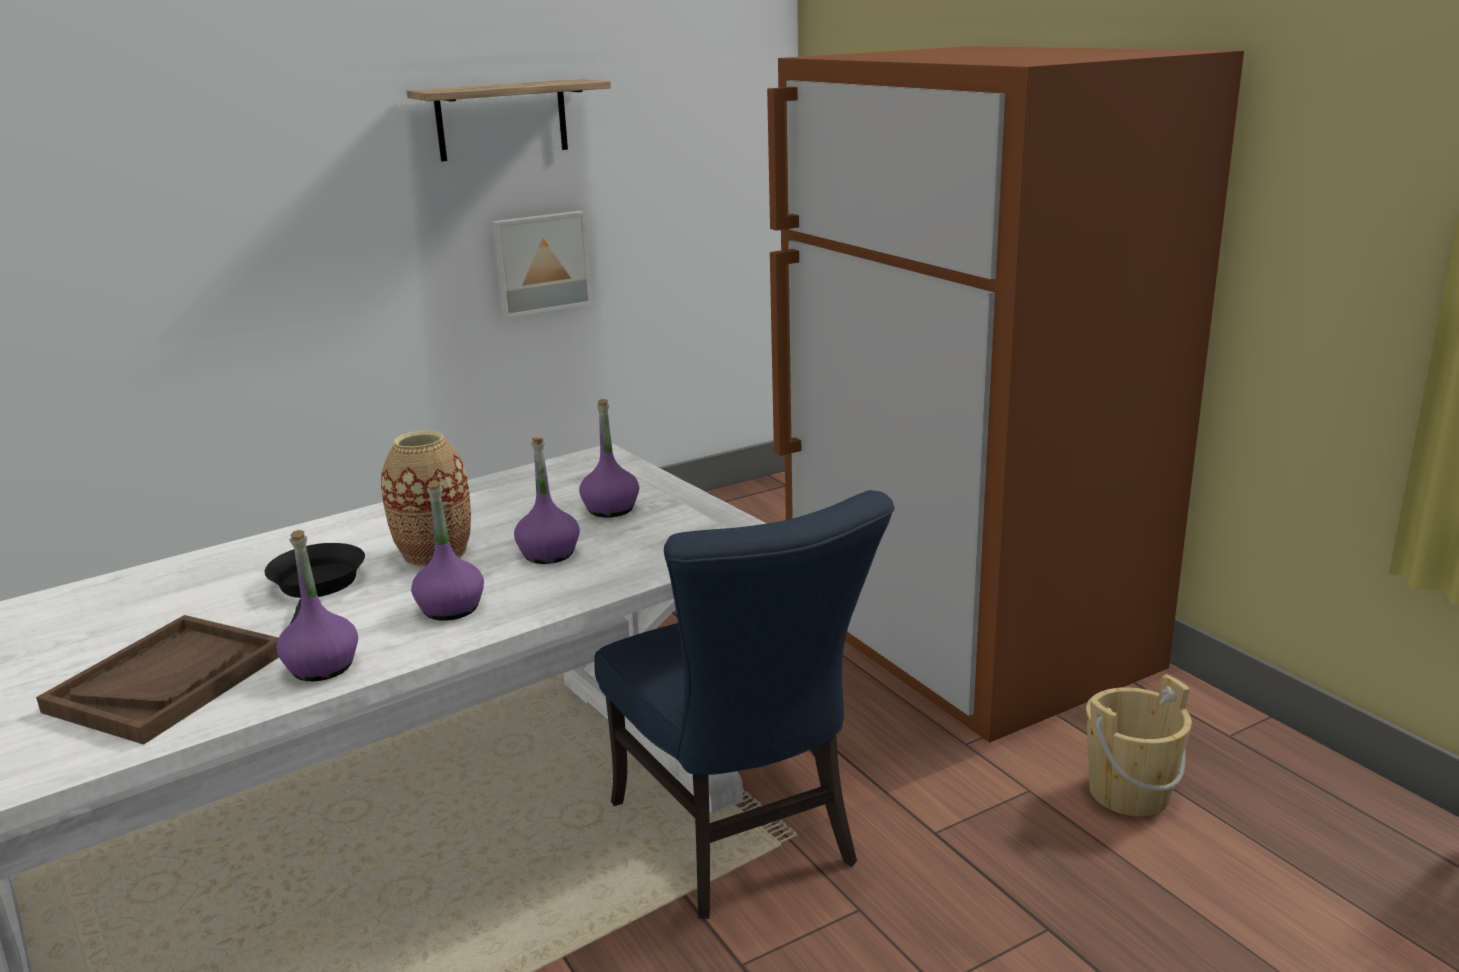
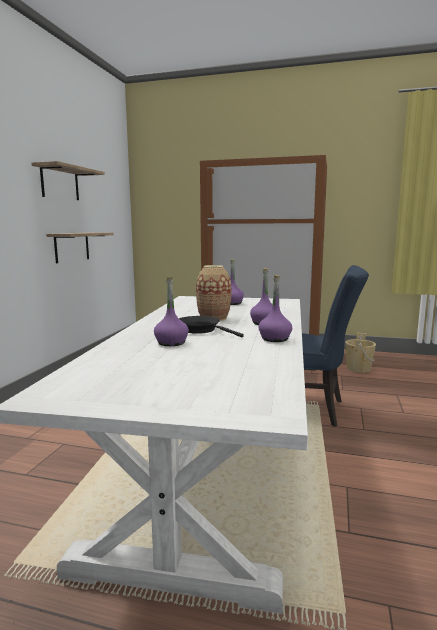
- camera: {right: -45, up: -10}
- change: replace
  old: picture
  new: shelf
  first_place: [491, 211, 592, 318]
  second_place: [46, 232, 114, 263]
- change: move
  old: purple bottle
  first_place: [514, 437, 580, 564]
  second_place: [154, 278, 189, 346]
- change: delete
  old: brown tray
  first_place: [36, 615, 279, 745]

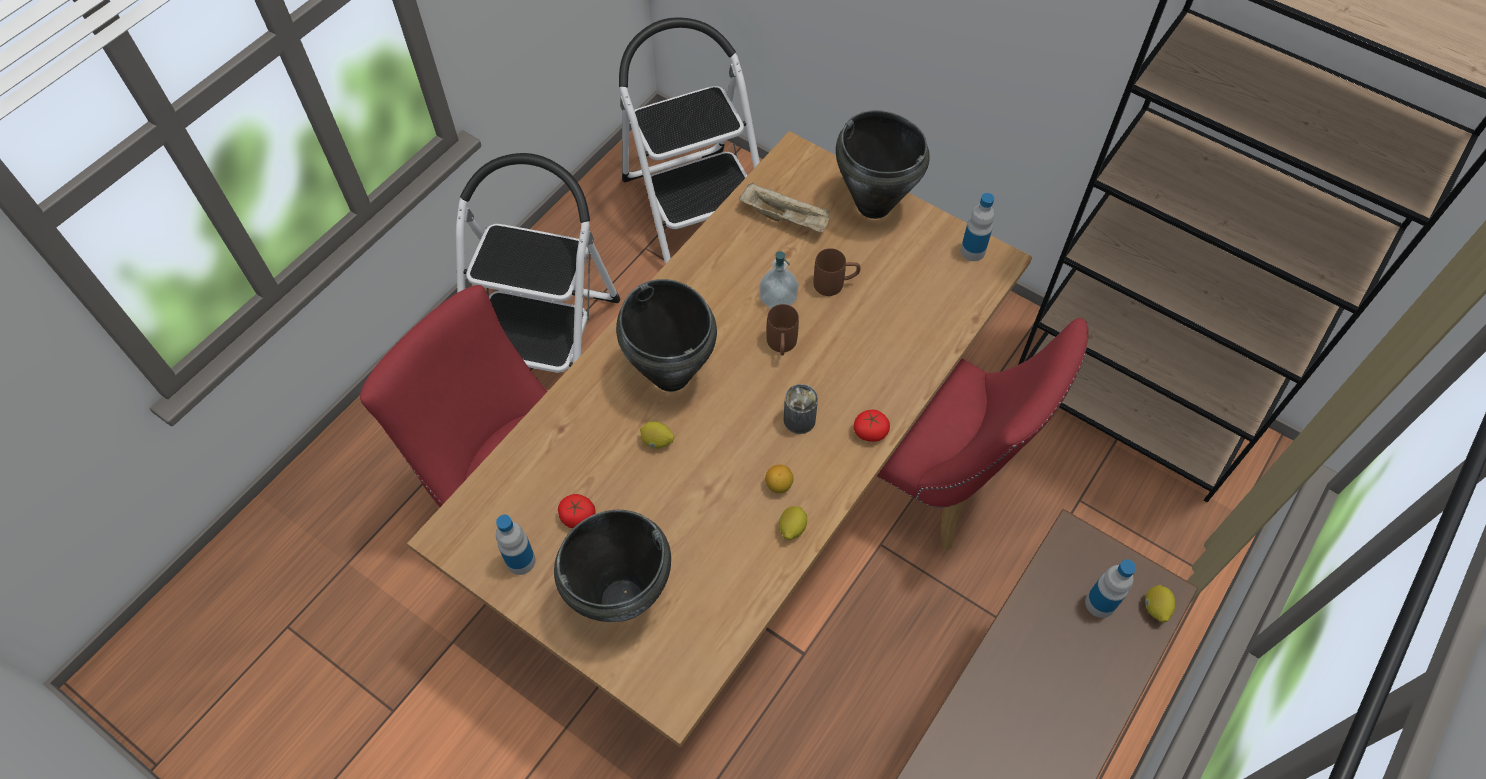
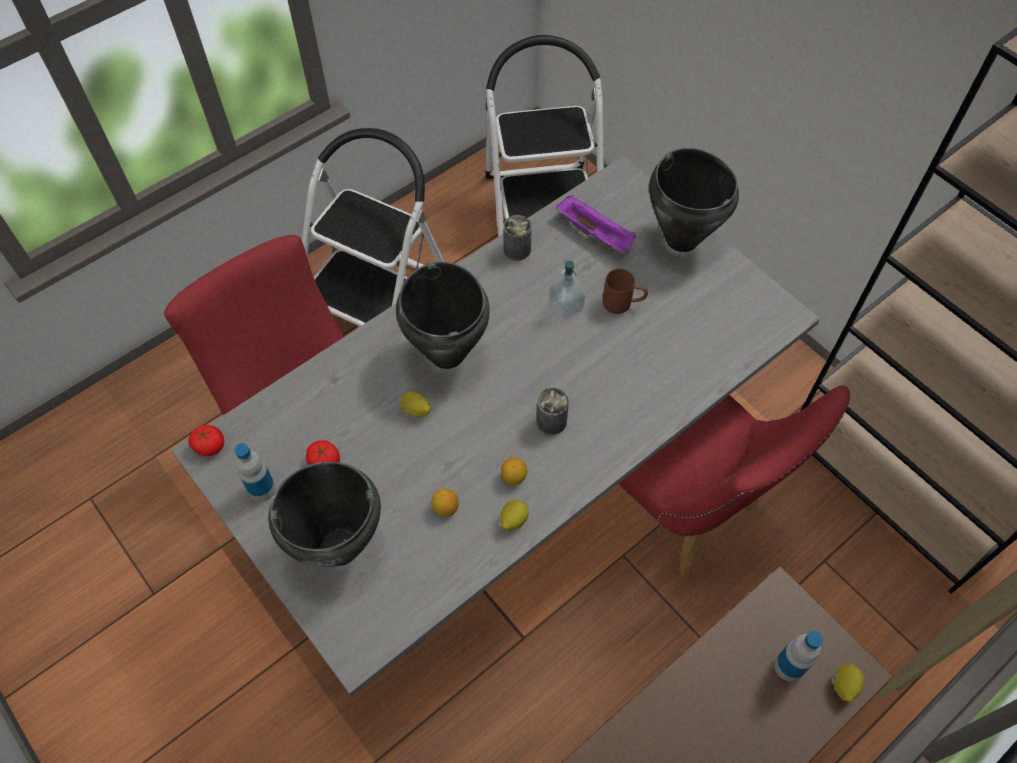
- camera: {right: 15, up: 0}
- change: recolor
  old: brown dining table
  new: grey dining table
  first_place: [407, 131, 1032, 747]
  second_place: [171, 156, 820, 696]
- change: move
  old: tomato
  first_place: [854, 410, 890, 442]
  second_place: [188, 425, 224, 456]
- change: insert
  new: lemon
  second_place: [431, 489, 459, 517]
- change: insert
  new: can
  second_place: [503, 215, 532, 261]
- change: recolor
  old: beige tray
  new: purple tray
  first_place: [739, 183, 830, 233]
  second_place: [556, 195, 636, 254]
- change: delete
  old: brown mug
  first_place: [766, 304, 799, 355]
- change: delete
  old: bottle
  first_place: [961, 193, 995, 261]

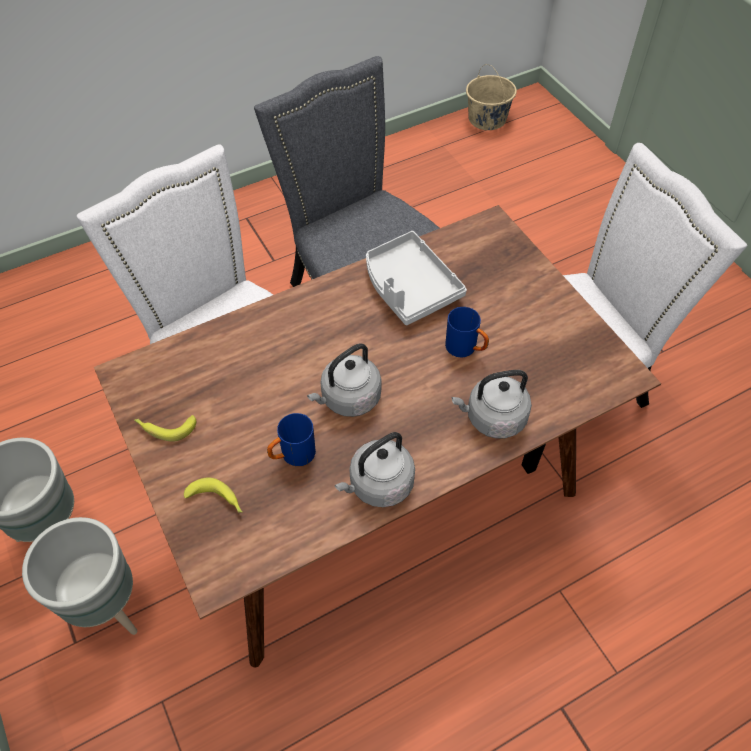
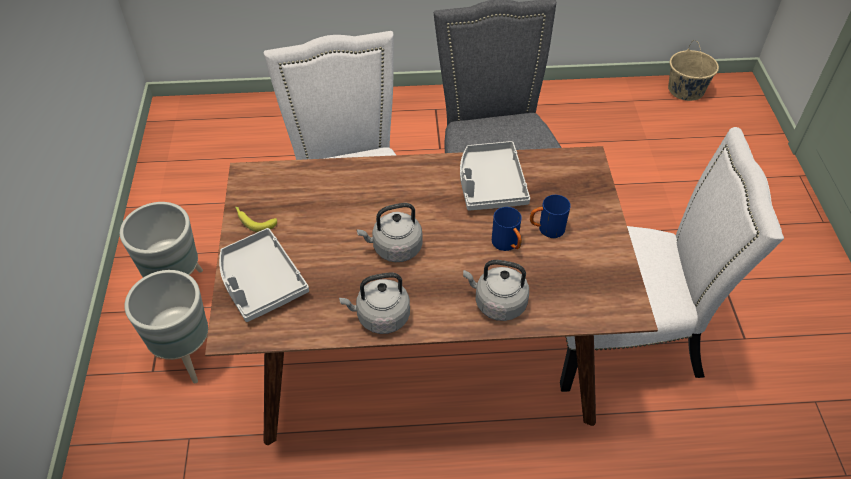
- camera: {right: 25, up: -5}
- change: replace
  old: banana
  new: grey tray
  first_place: [184, 477, 242, 513]
  second_place: [219, 228, 309, 322]
- change: move
  old: blue mug
  first_place: [267, 413, 316, 466]
  second_place: [530, 195, 571, 238]

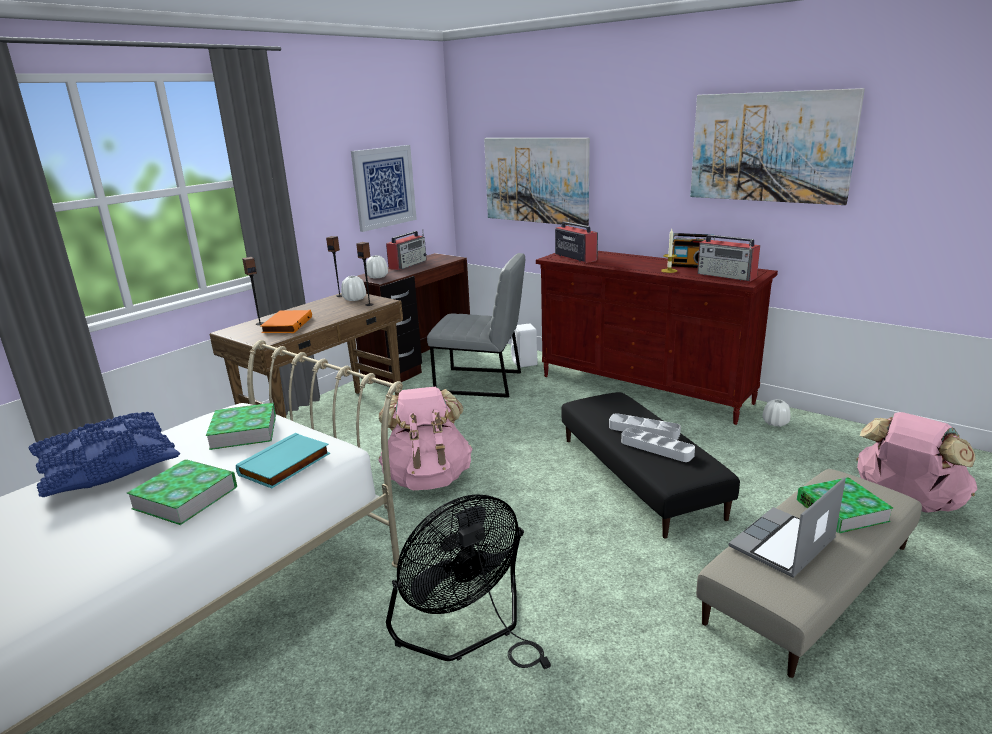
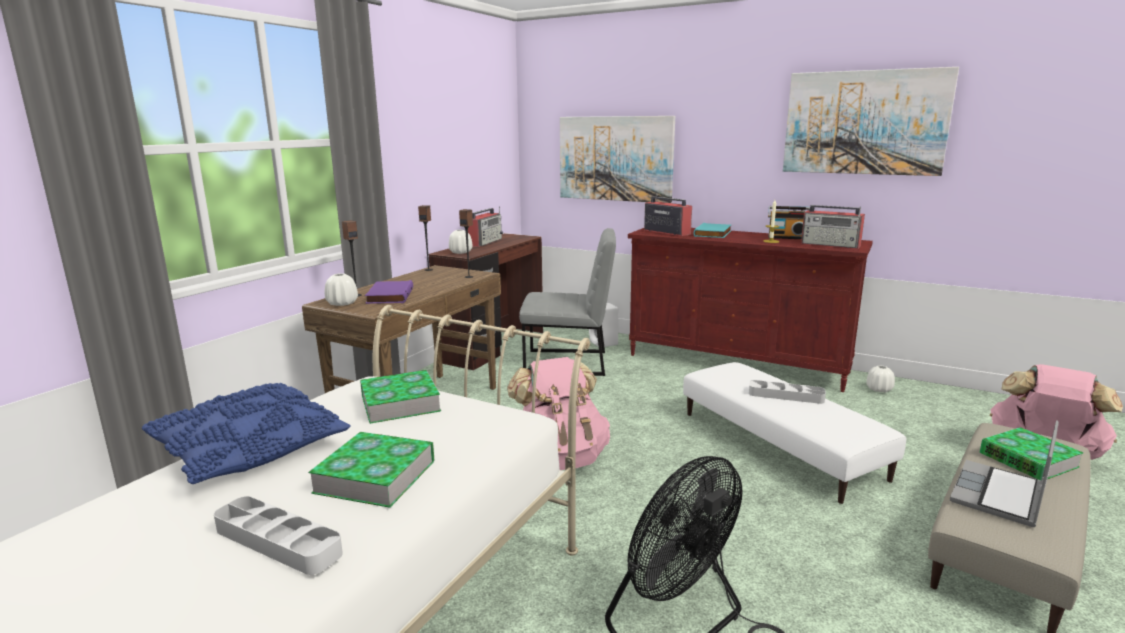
- camera: {right: -10, up: -5}
- change: move
  old: grey tray
  first_place: [621, 428, 695, 462]
  second_place: [214, 496, 343, 575]
- change: move
  old: white vase
  first_place: [341, 276, 366, 301]
  second_place: [325, 273, 358, 306]
- change: recolor
  old: orange book
  new: purple book
  first_place: [260, 310, 312, 333]
  second_place: [365, 280, 413, 304]
- change: recolor
  old: black ottoman
  new: white ottoman
  first_place: [561, 392, 740, 539]
  second_place: [683, 362, 906, 504]
- change: move
  old: turquoise book
  first_place: [236, 433, 330, 489]
  second_place: [694, 223, 731, 238]
- change: delete
  old: picture
  first_place: [351, 145, 417, 232]

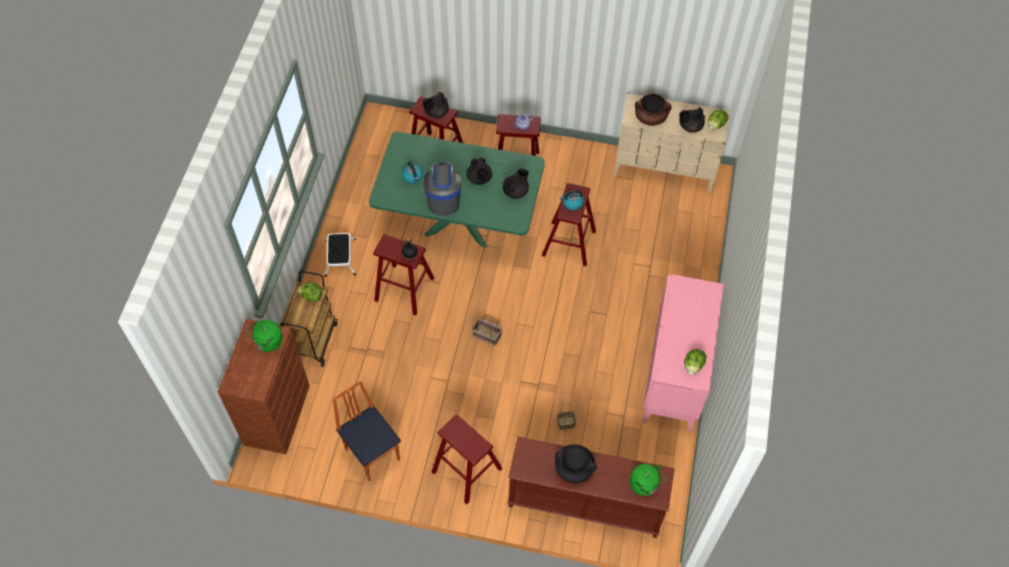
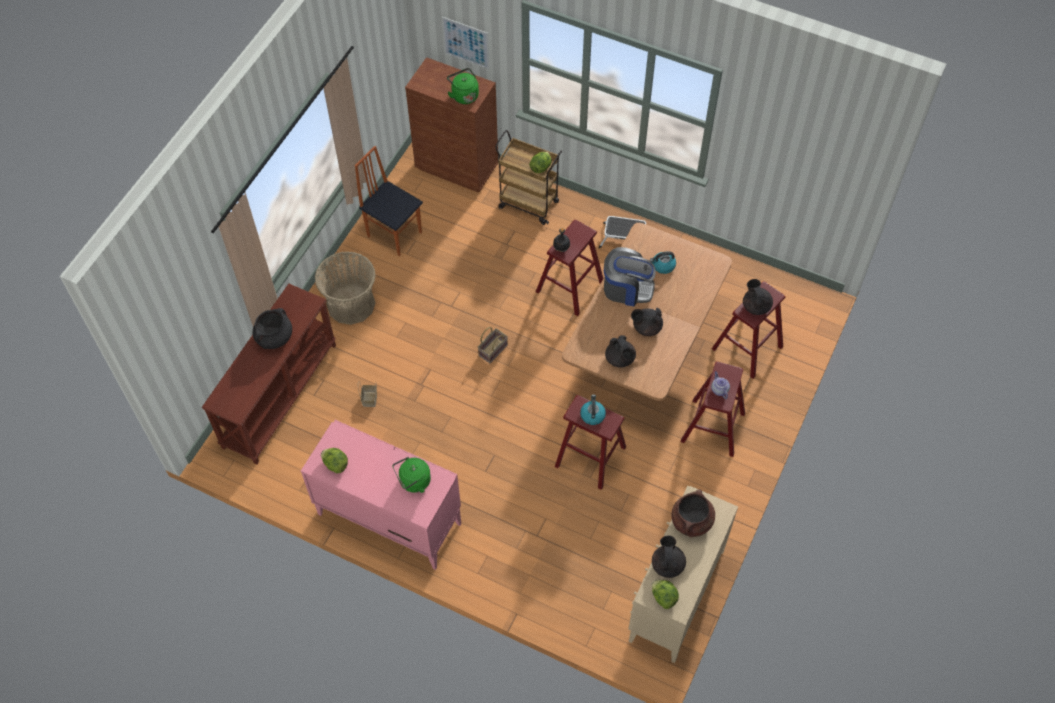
- camera: {right: 105, up: 0}
- change: replace
  old: red stool
  new: basket
  first_place: [432, 415, 502, 504]
  second_place: [315, 252, 376, 325]
- change: rotate
  old: chair
  first_place: [333, 381, 401, 482]
  second_place: [355, 146, 423, 256]
  degrees: -120
- change: move
  old: green kettle
  first_place: [630, 464, 667, 496]
  second_place: [393, 457, 431, 493]
- change: insert
  new: picture
  second_place: [442, 17, 489, 69]
- change: recolor
  old: green dining table
  new: brown dining table
  first_place: [369, 132, 545, 248]
  second_place: [562, 223, 732, 401]

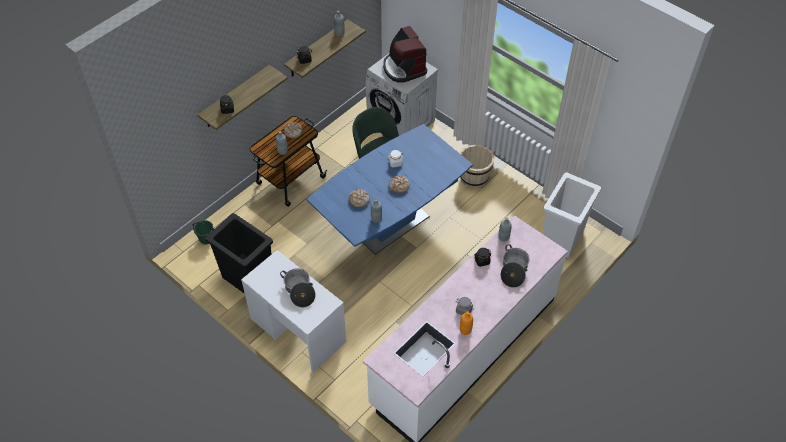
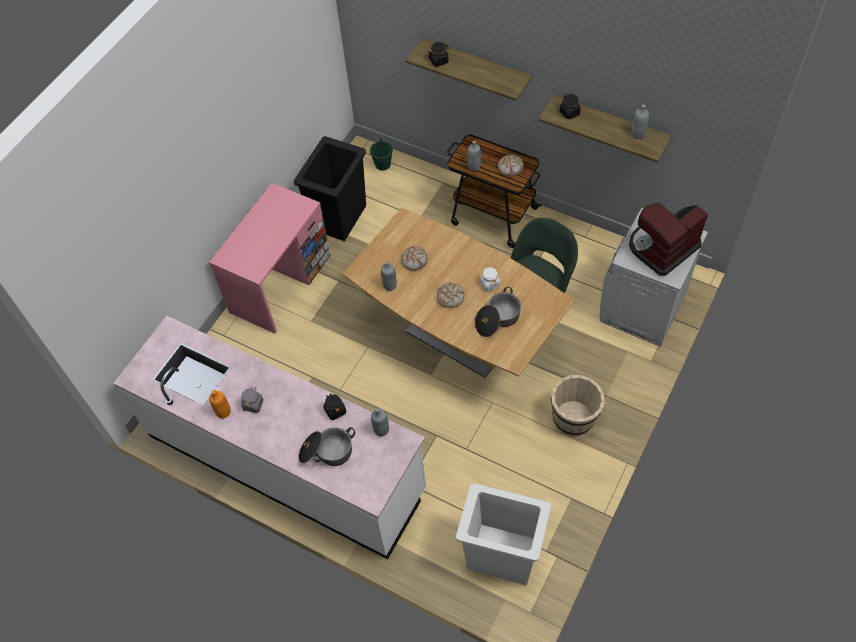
- camera: {right: 80, up: 5}
- change: recolor
  old: white desk
  new: pink desk
  first_place: [241, 250, 347, 372]
  second_place: [209, 183, 331, 334]
- change: recolor
  old: blue dining table
  new: brown dining table
  first_place: [306, 124, 473, 255]
  second_place: [343, 208, 574, 378]
- change: move
  old: cooking pot
  first_place: [280, 268, 316, 307]
  second_place: [475, 287, 521, 337]

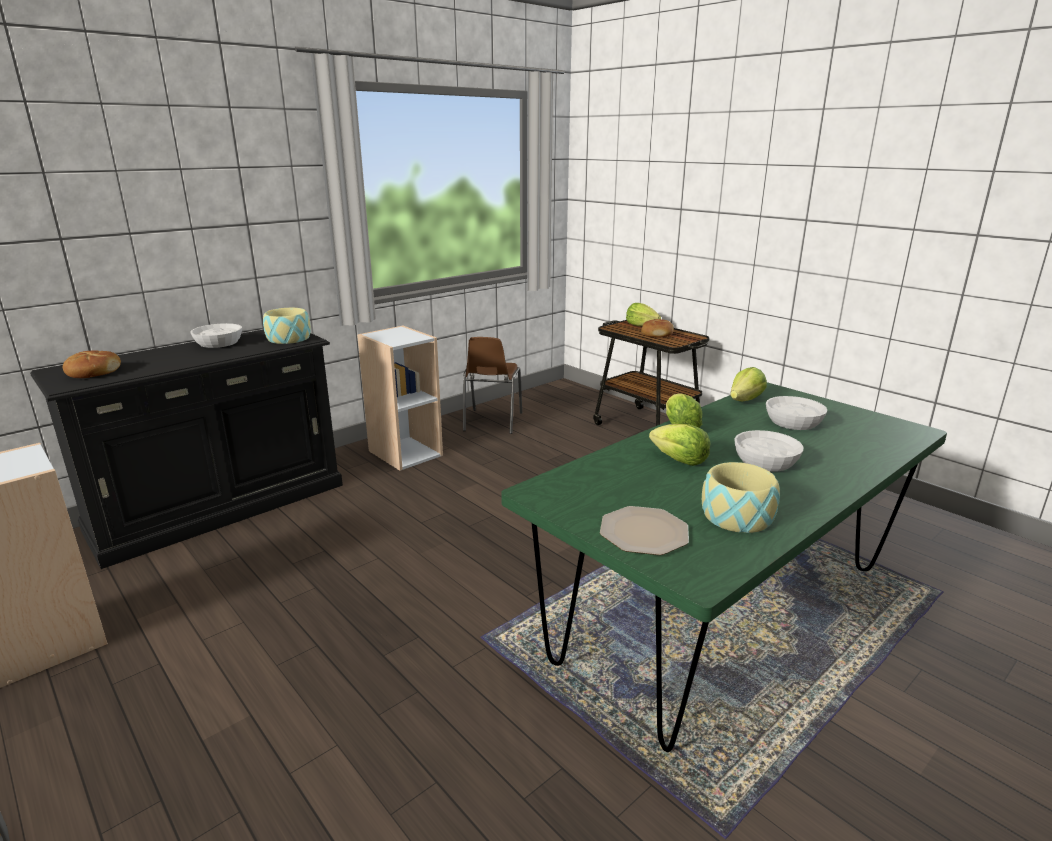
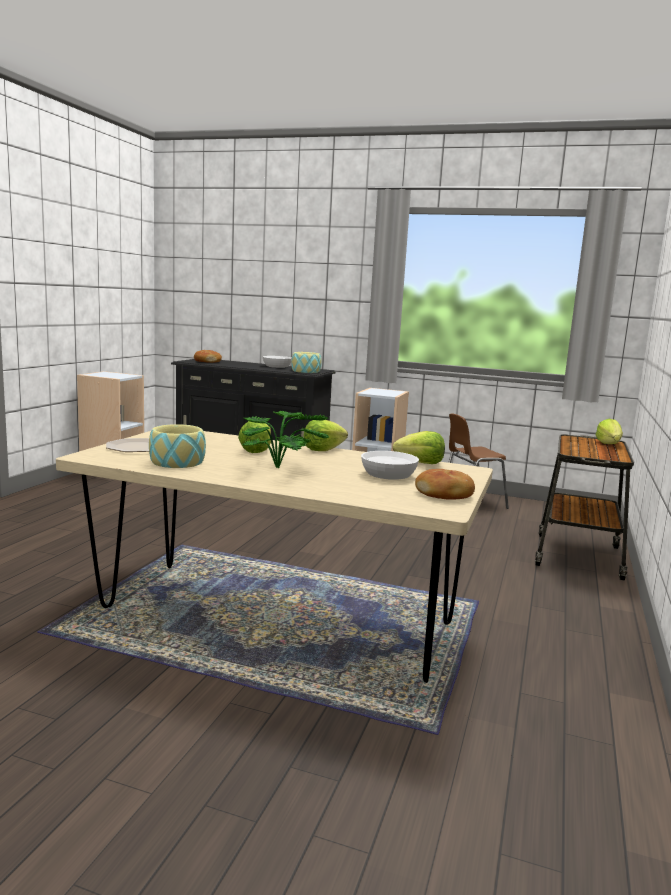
- camera: {right: 60, up: -10}
- change: recolor
  old: green dining table
  new: beige dining table
  first_place: [501, 382, 947, 752]
  second_place: [56, 431, 493, 683]
- change: replace
  old: white bowl
  new: potted plant
  first_place: [734, 430, 803, 471]
  second_place: [242, 411, 329, 468]
- change: move
  old: bread
  first_place: [641, 319, 674, 338]
  second_place: [415, 469, 475, 500]

